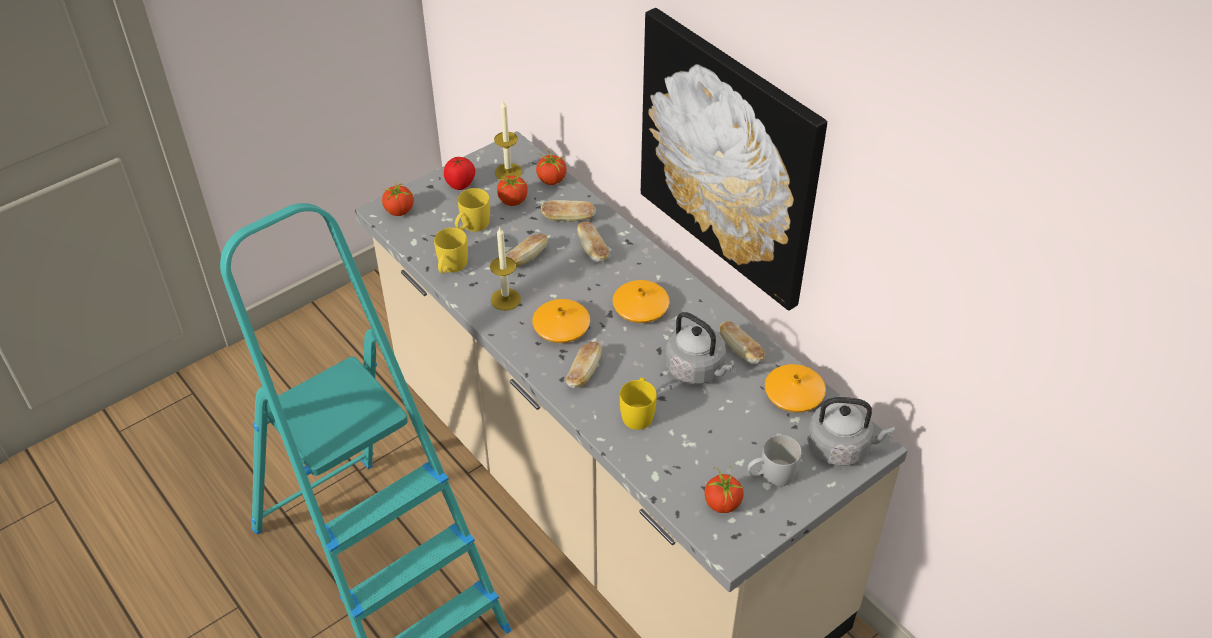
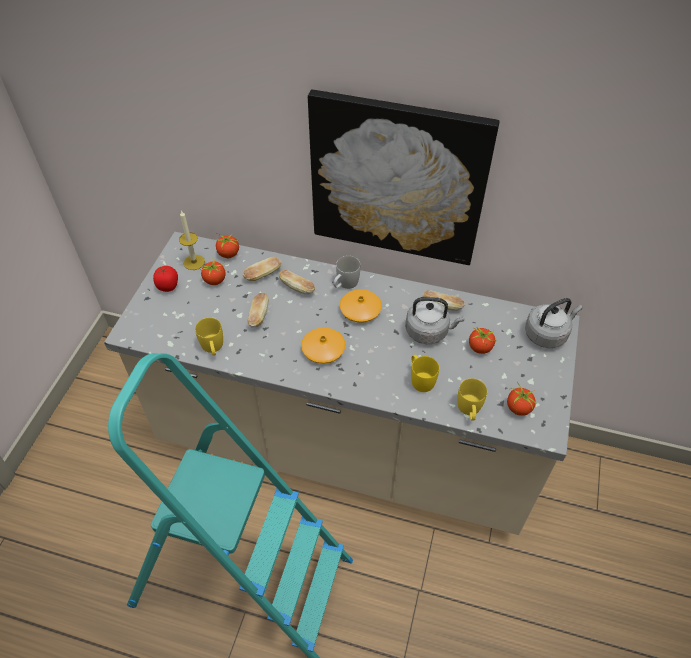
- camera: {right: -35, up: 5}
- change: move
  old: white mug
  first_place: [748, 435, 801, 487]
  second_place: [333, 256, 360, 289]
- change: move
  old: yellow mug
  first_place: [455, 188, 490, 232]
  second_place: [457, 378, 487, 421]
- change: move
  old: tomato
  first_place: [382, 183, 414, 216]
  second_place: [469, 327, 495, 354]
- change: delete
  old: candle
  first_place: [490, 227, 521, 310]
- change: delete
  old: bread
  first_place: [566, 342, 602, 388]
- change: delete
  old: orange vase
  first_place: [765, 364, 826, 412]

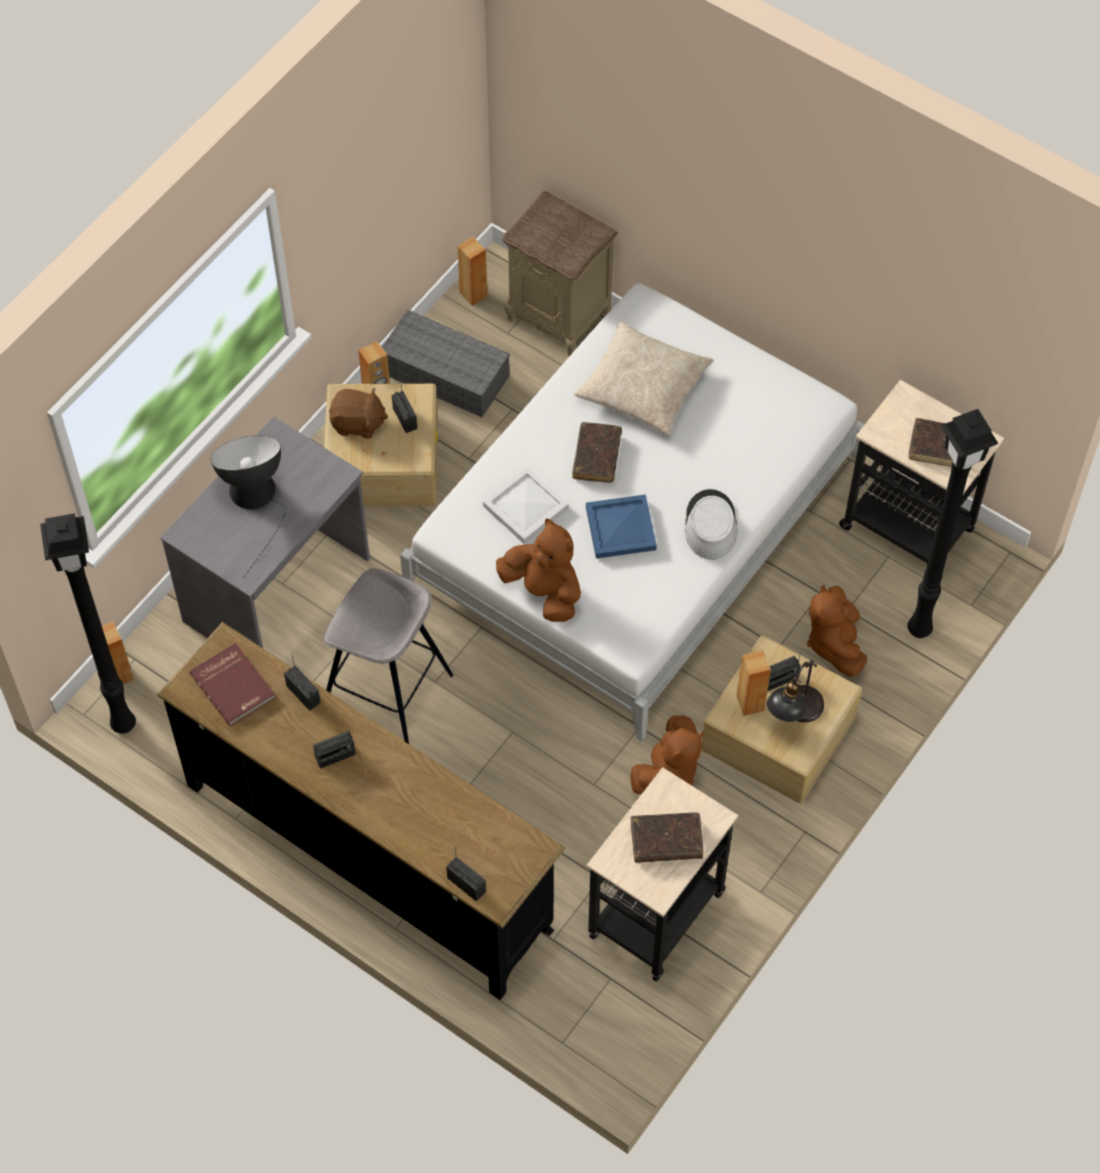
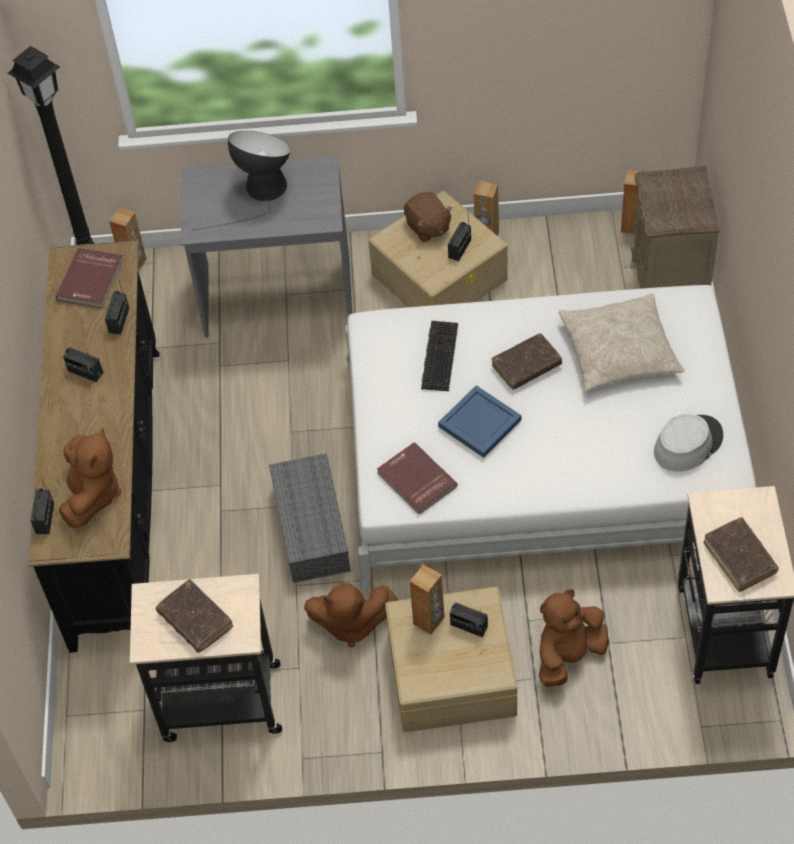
- camera: {right: 55, up: -5}
- change: move
  old: brown plush toy
  first_place: [496, 518, 581, 622]
  second_place: [59, 427, 121, 528]
- change: move
  old: grey storage box
  first_place: [382, 310, 510, 417]
  second_place: [269, 453, 351, 583]
- change: insert
  new: red book
  second_place: [377, 442, 458, 515]
- change: replace
  old: white tray
  new: keyboard
  first_place: [483, 467, 569, 544]
  second_place: [421, 321, 458, 391]
- change: move
  old: grey hat
  first_place: [684, 489, 738, 560]
  second_place: [654, 414, 723, 472]
- change: delete
  old: grey stool
  first_place: [324, 568, 453, 744]
- change: delete
  old: grey table lamp
  first_place: [767, 660, 824, 722]
- change: delete
  old: black floor lamp
  first_place: [908, 409, 998, 638]

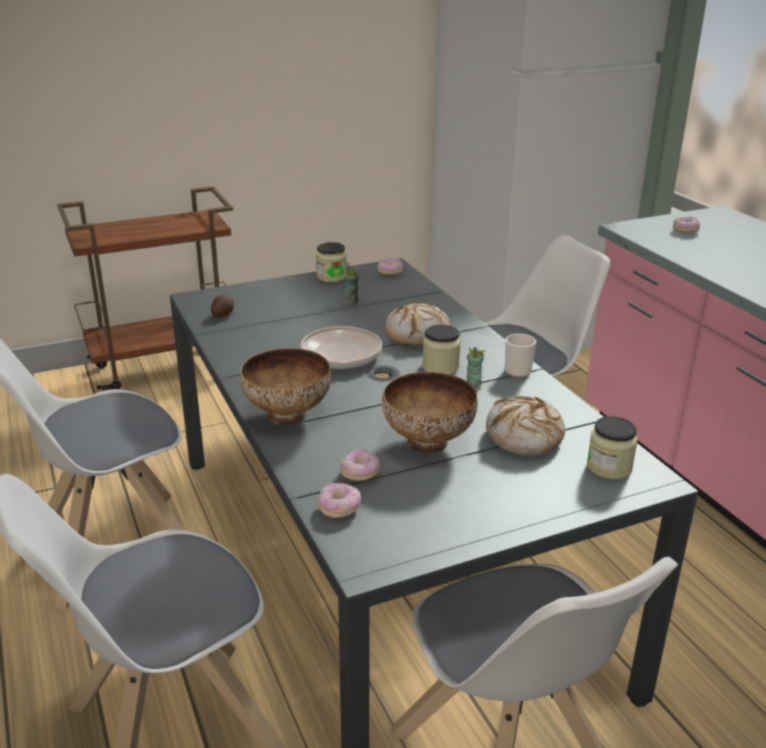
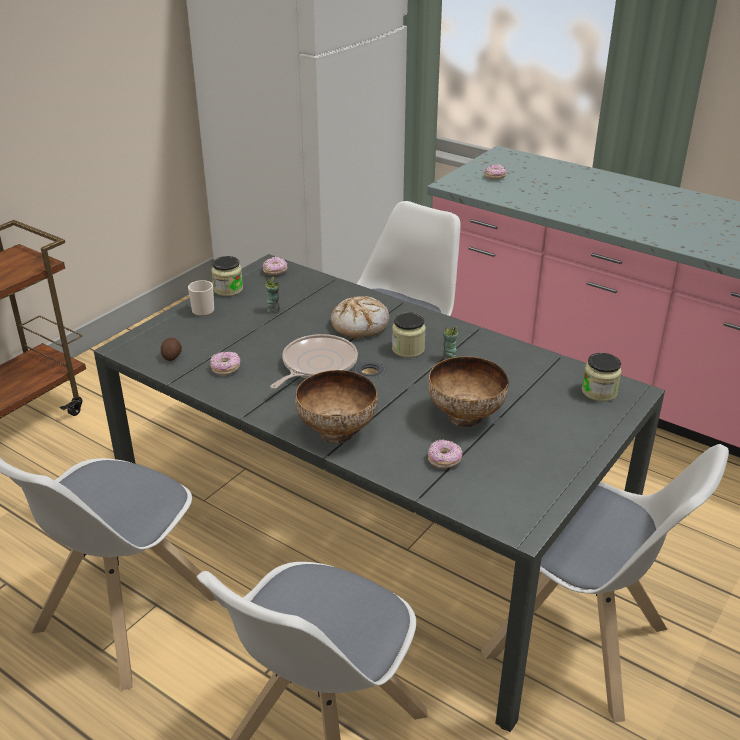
- camera: {right: -30, up: 5}
- change: move
  old: mug
  first_place: [505, 334, 536, 377]
  second_place: [188, 280, 214, 316]
- change: move
  old: donut
  first_place: [318, 483, 361, 518]
  second_place: [210, 352, 240, 375]
- change: delete
  old: bread
  first_place: [486, 396, 565, 456]

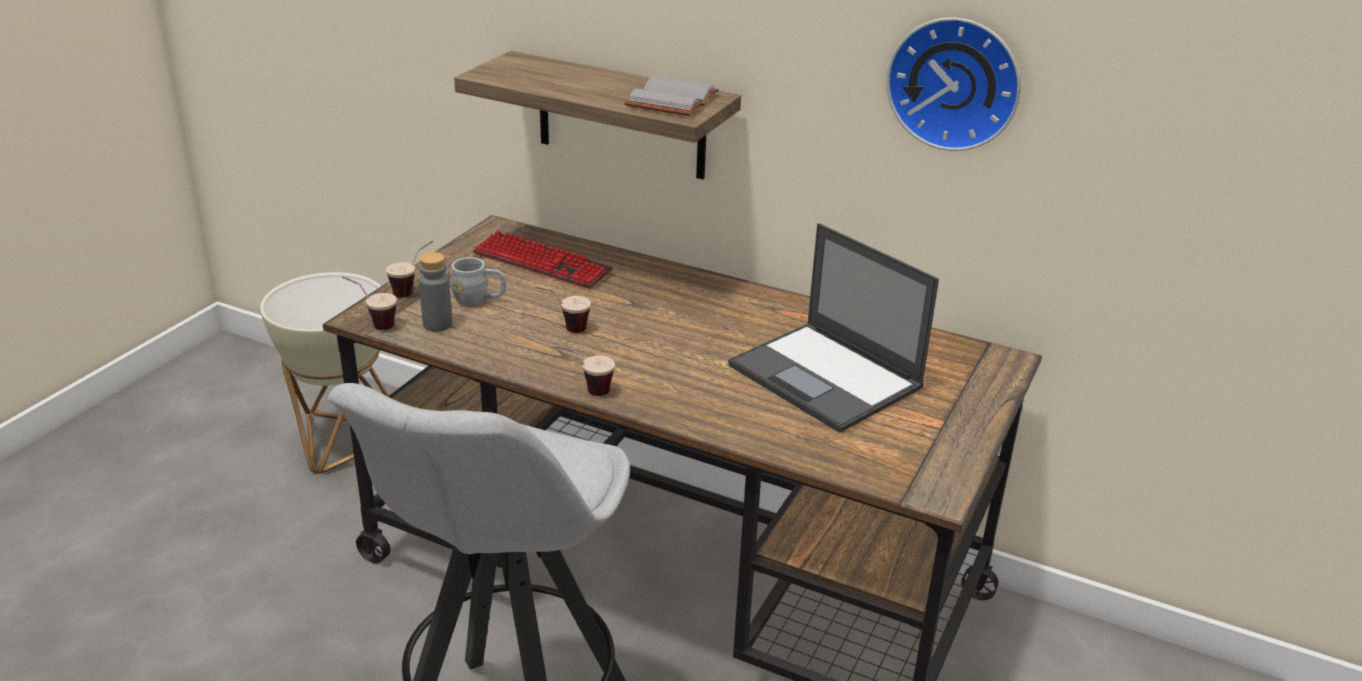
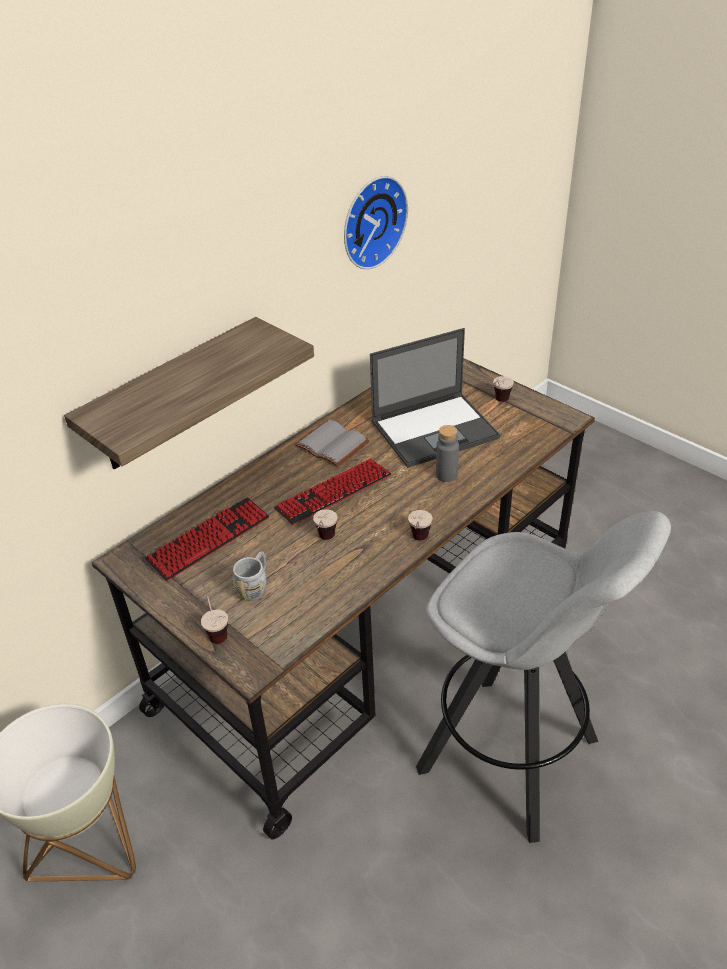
- camera: {right: -70, up: 10}
- change: insert
  new: keyboard
  second_place: [274, 458, 391, 525]
- change: move
  old: grey book
  first_place: [624, 76, 719, 116]
  second_place: [295, 420, 370, 467]
- change: move
  old: grey bottle
  first_place: [419, 252, 452, 331]
  second_place: [436, 425, 459, 482]
- change: move
  old: cup
  first_place: [342, 276, 397, 330]
  second_place: [493, 376, 514, 402]

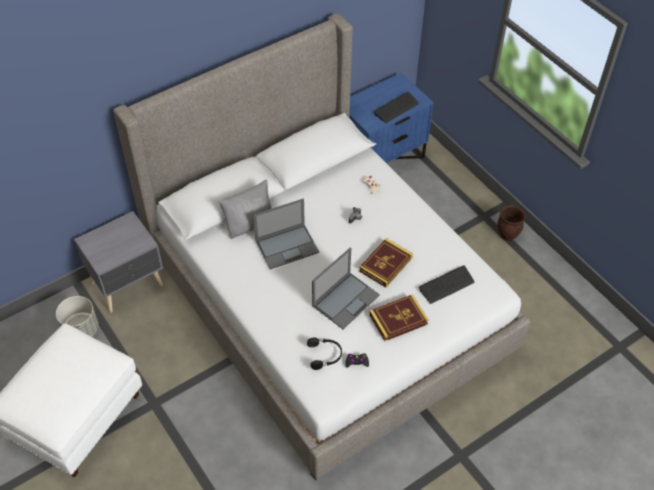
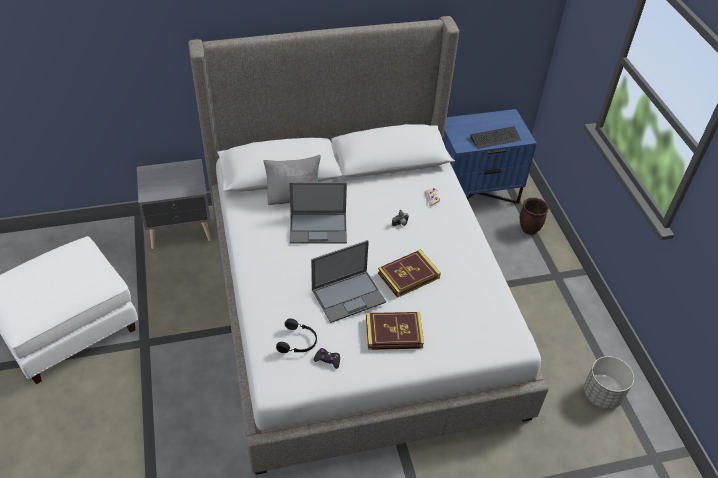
- camera: {right: 20, up: -5}
- change: move
  old: brown planter
  first_place: [497, 205, 526, 241]
  second_place: [520, 198, 549, 235]
- change: move
  old: grey planter
  first_place: [56, 296, 99, 337]
  second_place: [584, 356, 634, 409]
- change: delete
  old: keyboard
  first_place: [419, 265, 474, 304]

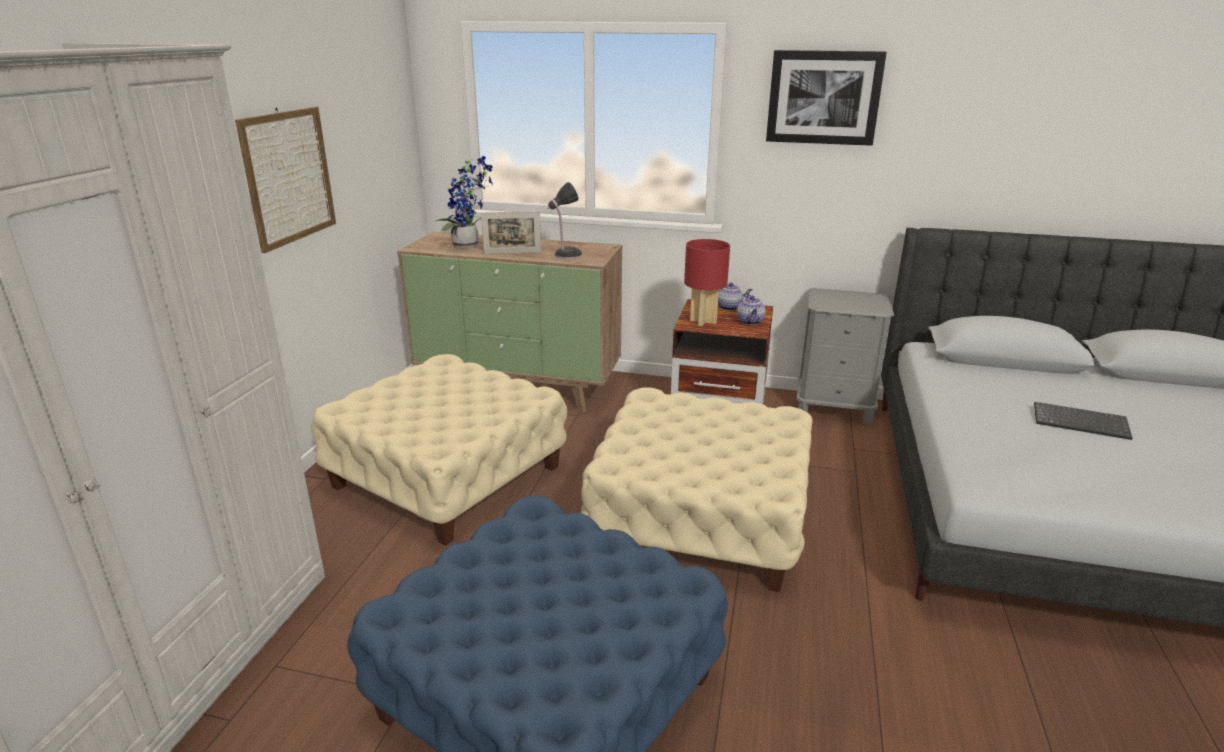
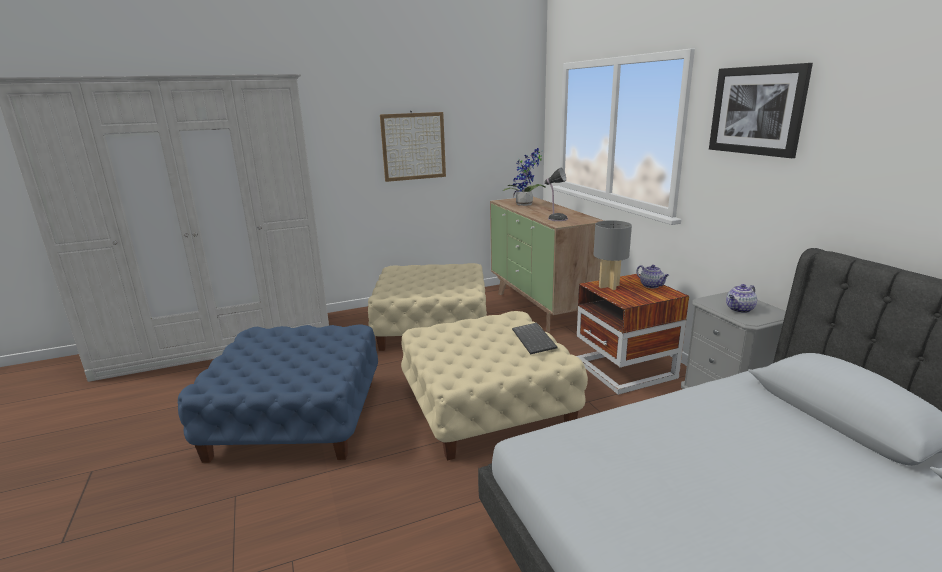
- camera: {right: 55, up: -5}
- change: move
  old: keyboard
  first_place: [1034, 402, 1132, 440]
  second_place: [512, 323, 557, 355]
- change: recolor
  old: red table lamp
  new: grey table lamp
  first_place: [684, 239, 730, 326]
  second_place: [594, 220, 632, 290]
- change: move
  old: teapot
  first_place: [737, 295, 766, 325]
  second_place: [726, 284, 757, 313]
- change: delete
  old: picture frame
  first_place: [481, 211, 541, 254]

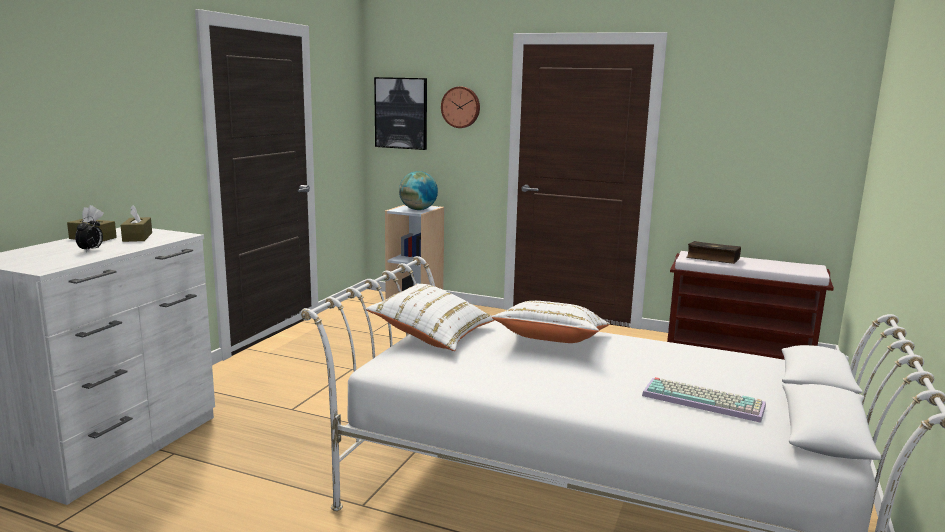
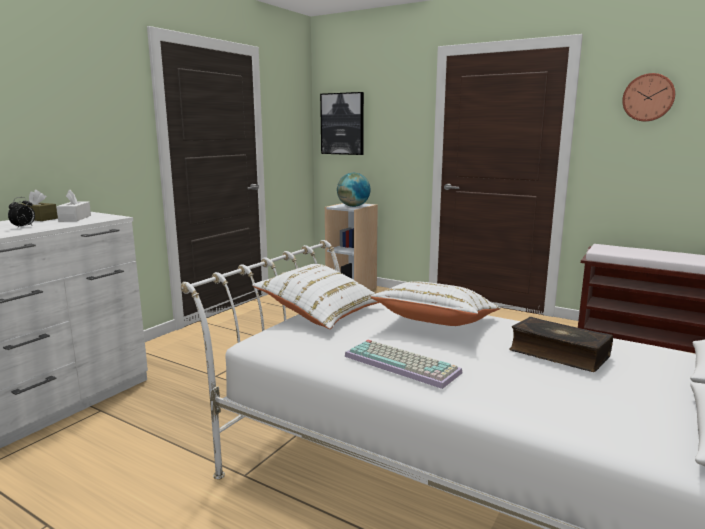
- camera: {right: 10, up: 0}
- change: recolor
  old: brown tissue box
  new: white tissue box
  first_place: [121, 205, 152, 242]
  second_place: [56, 190, 91, 221]
- change: move
  old: keyboard
  first_place: [642, 377, 766, 423]
  second_place: [345, 340, 463, 389]
- change: move
  old: book
  first_place: [686, 241, 741, 264]
  second_place: [509, 317, 613, 372]
- change: move
  old: wall clock
  first_place: [441, 87, 480, 128]
  second_place: [622, 73, 675, 122]

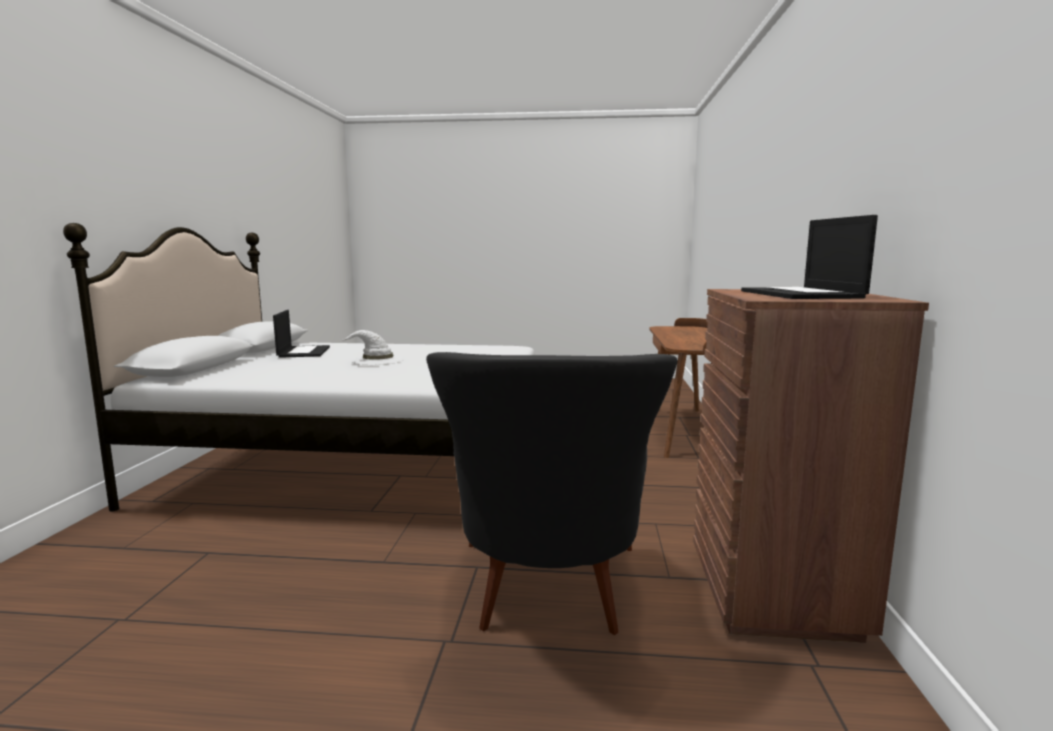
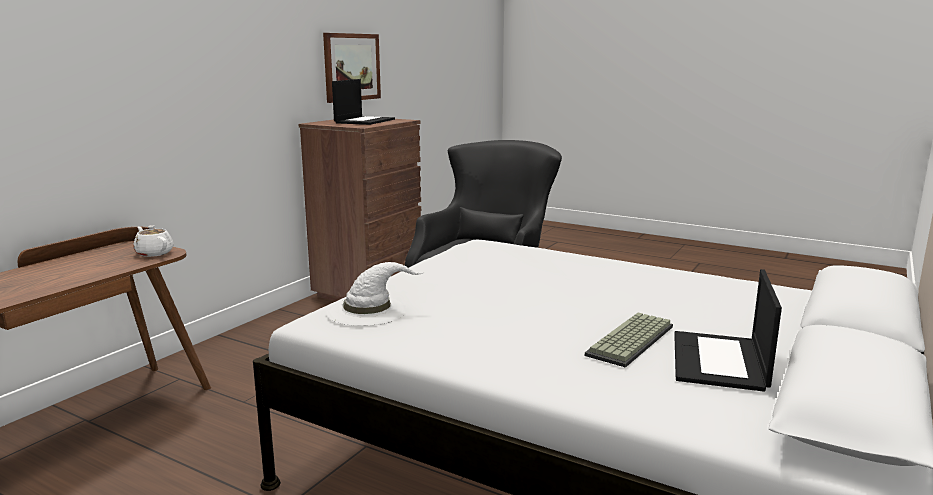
- camera: {right: -155, up: 5}
- change: insert
  new: white teapot
  second_place: [133, 225, 174, 257]
- change: insert
  new: picture
  second_place: [323, 33, 381, 103]
- change: move
  old: white hat
  first_place: [339, 330, 404, 365]
  second_place: [327, 262, 424, 326]
- change: insert
  new: keyboard
  second_place: [585, 312, 673, 368]

